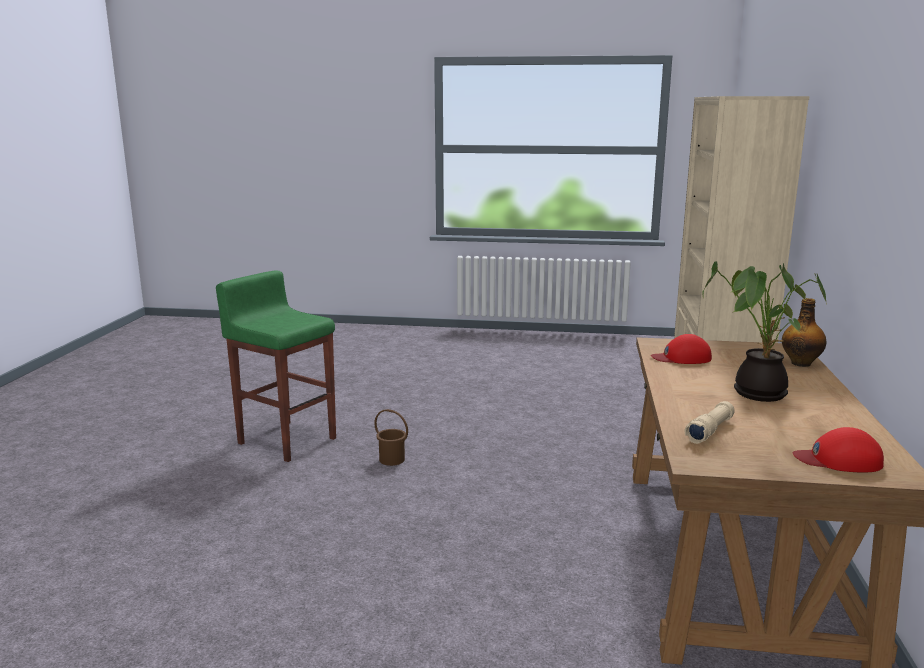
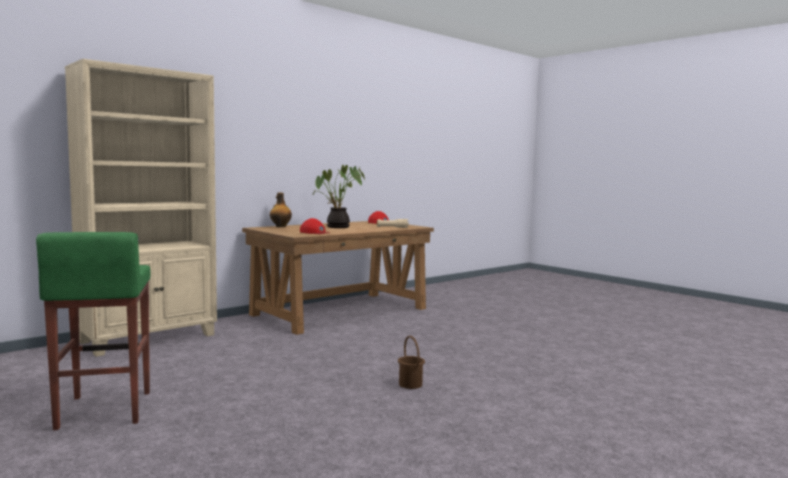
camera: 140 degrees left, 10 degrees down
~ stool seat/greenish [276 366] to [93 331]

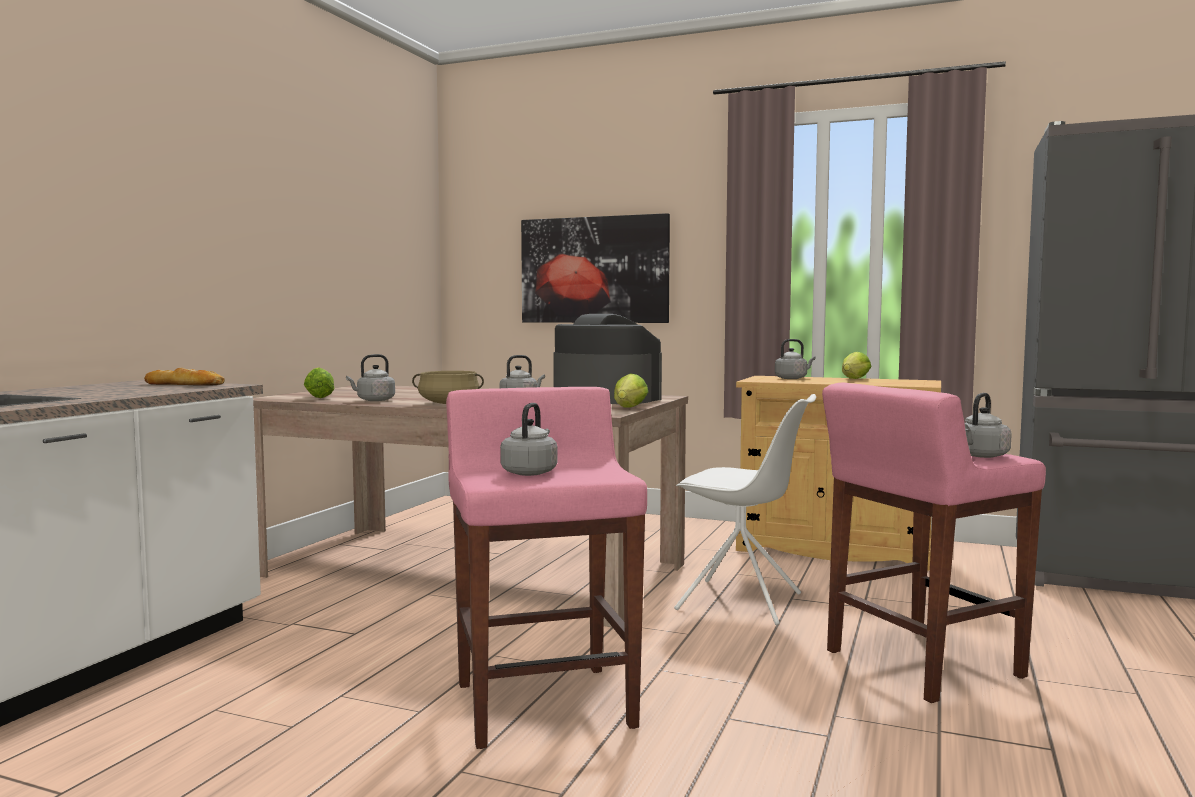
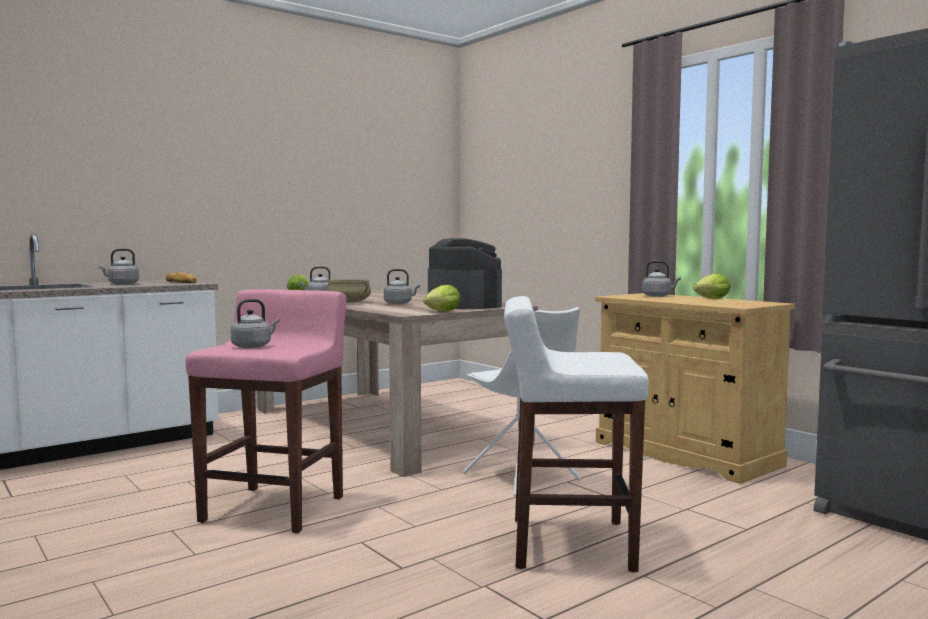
camera: 30 degrees right, 0 degrees up
- picture [595 268]
~ stool seat/pink [934 543] to stool seat/whitish [576 434]
~ water kettle/gray [988 425] to [119 267]

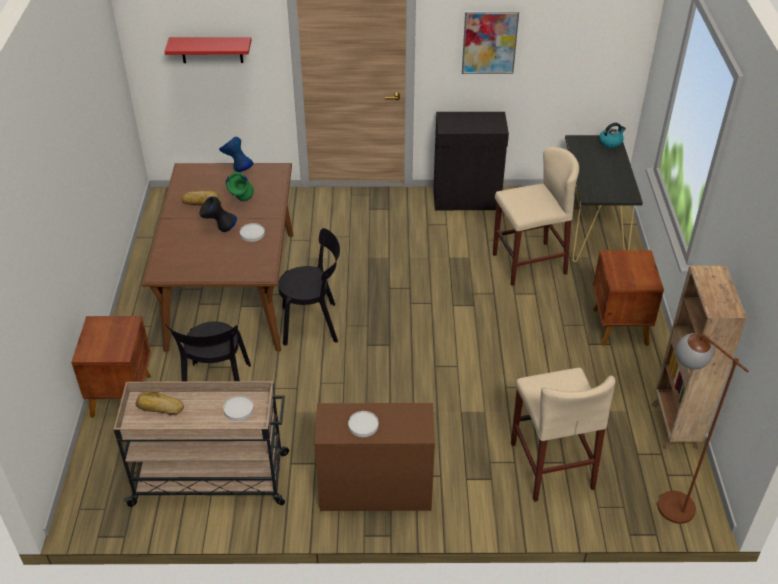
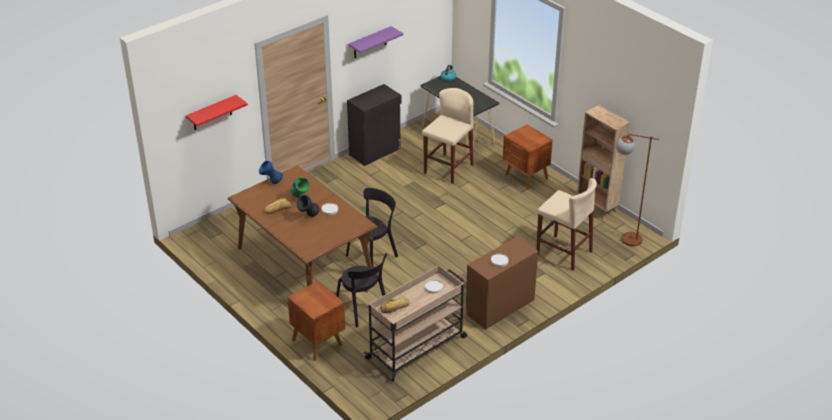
camera: 40 degrees left, 5 degrees down
~ picture [490 42] to wall shelf/purplish [375 42]

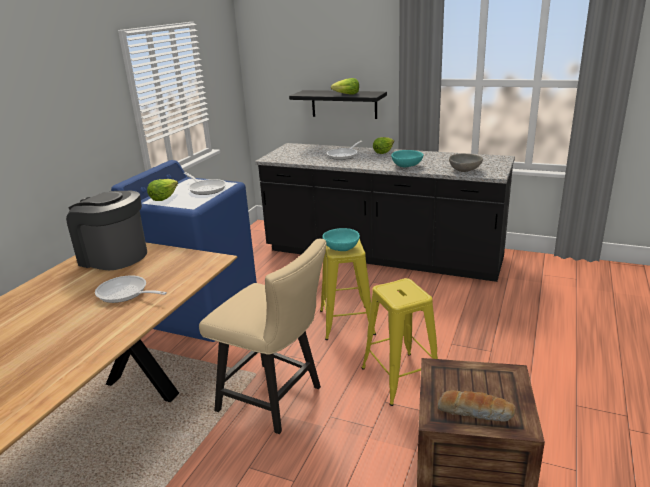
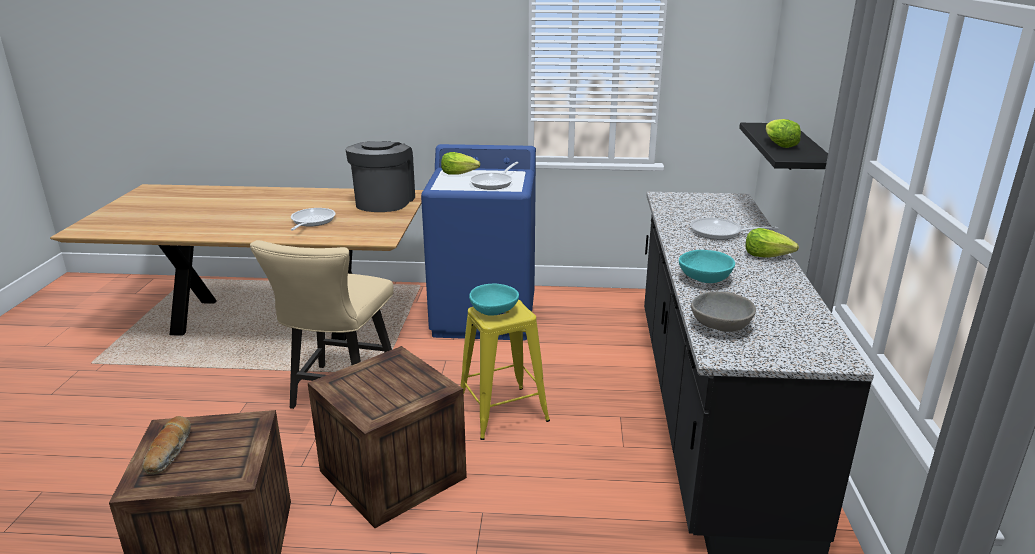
camera: 70 degrees right, 0 degrees up
~ stool seat/yellow [400 342] to packing crate [387 437]

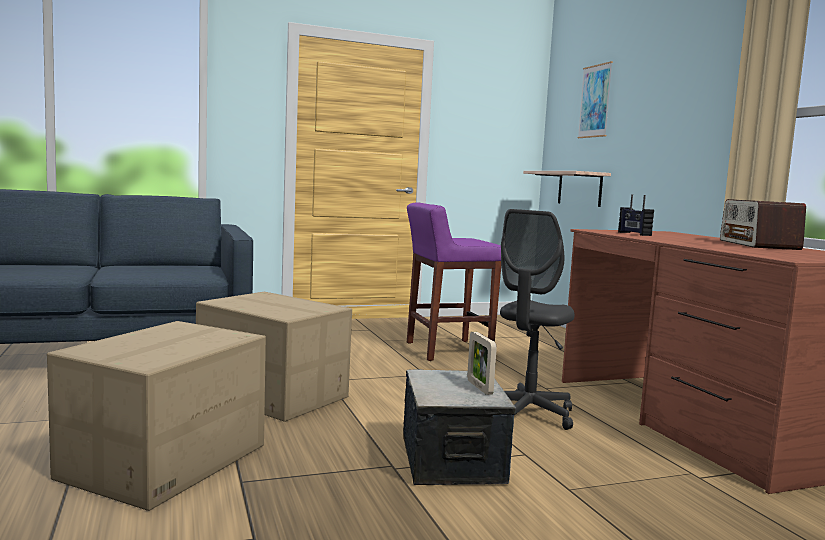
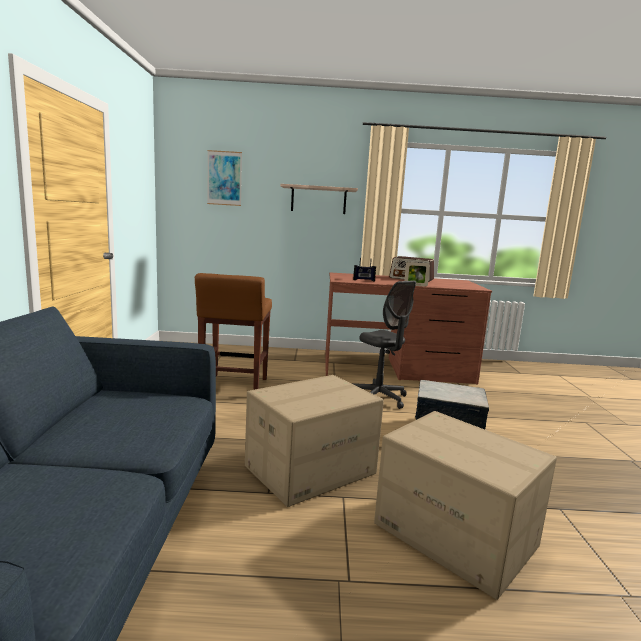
camera: 70 degrees left, 5 degrees up
~ stool seat/purplish [454 281] to stool seat/brown-coloured [233 331]
~ photo frame [482 363] to [417 274]
~ wall shelf [567 189] to [319 199]

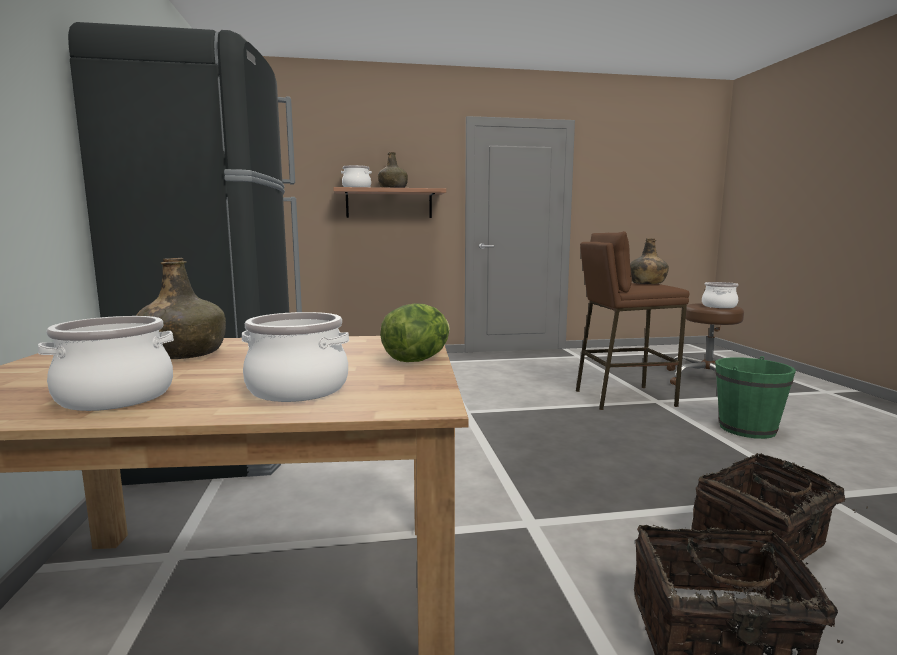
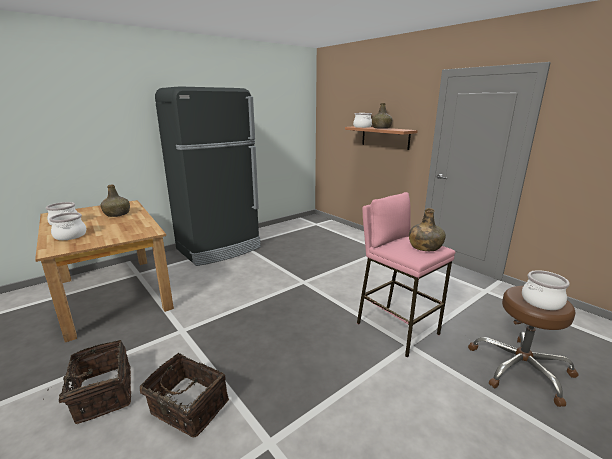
camera: 60 degrees right, 10 degrees up
- lettuce [415 332]
~ stool seat/brown-coloured [632 320] to stool seat/pink [406 275]
- pail/greenish [755 397]

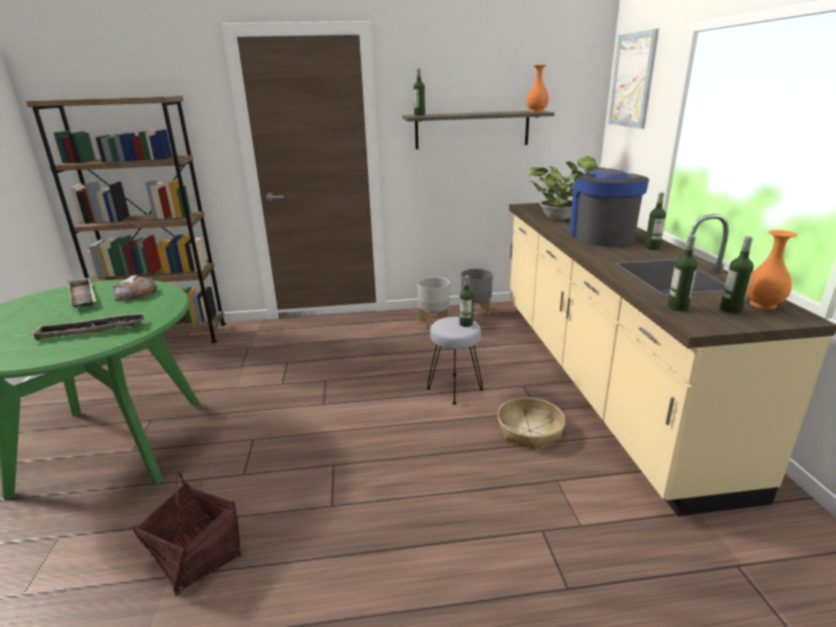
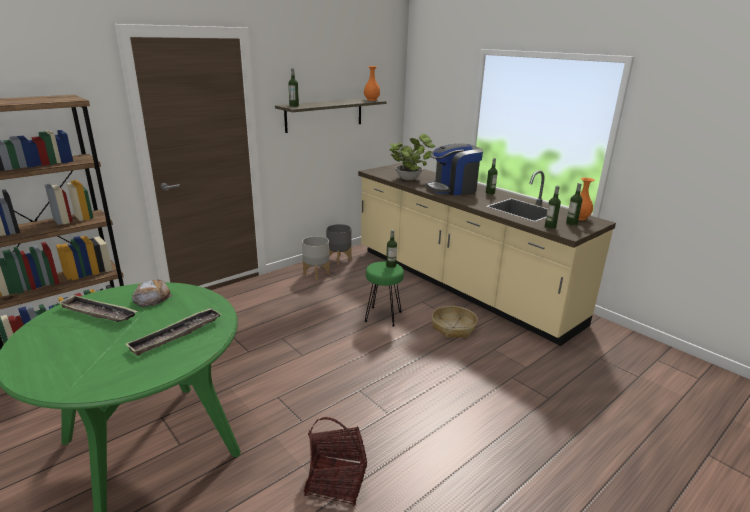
camera: 35 degrees left, 0 degrees up
~ stool seat/gray [455 361] to stool seat/greenish [384 294]
~ coffee brewer [609 207] = [454 169] 75 degrees counterclockwise
- picture [633 79]

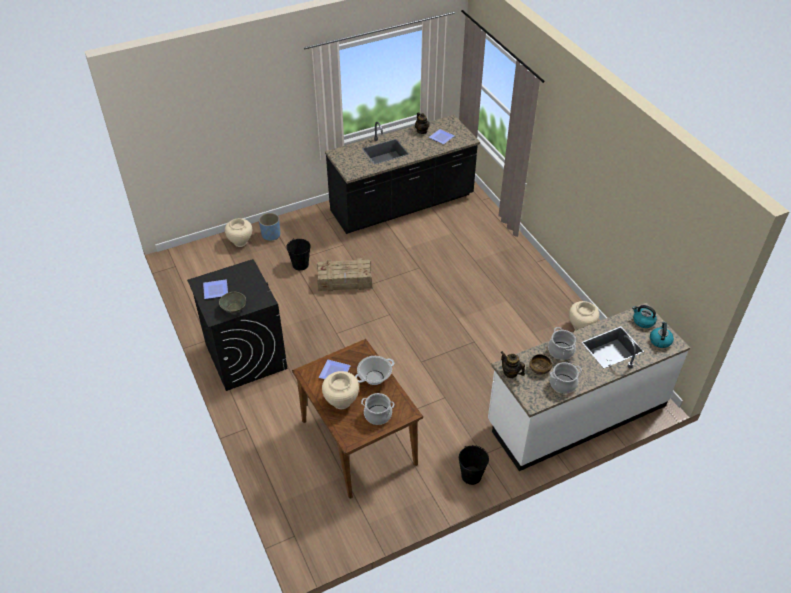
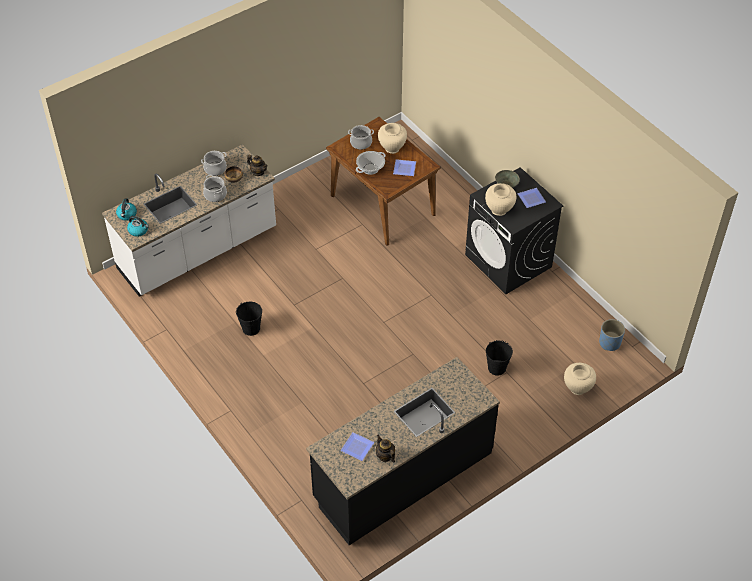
camera: 170 degrees right, 5 degrees up
~ planter/blue-coloured [269 227] to [612 335]
- packing crate [344 275]
~ pail/black [474 465] to [249 319]
~ decorative vase/beige-coloured [584 315] to [500 199]

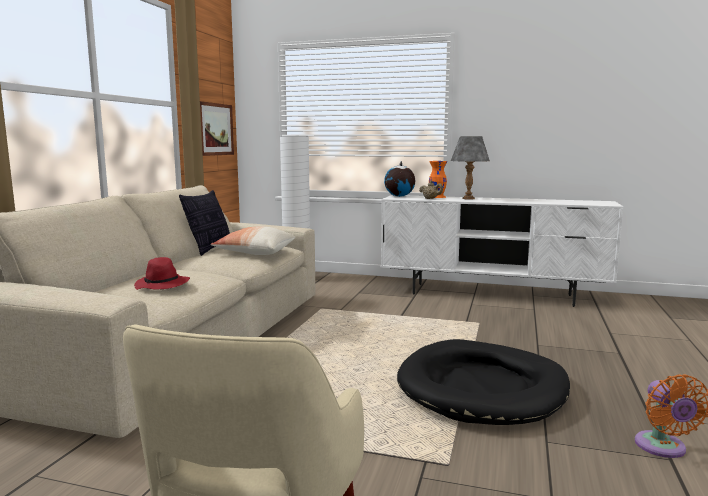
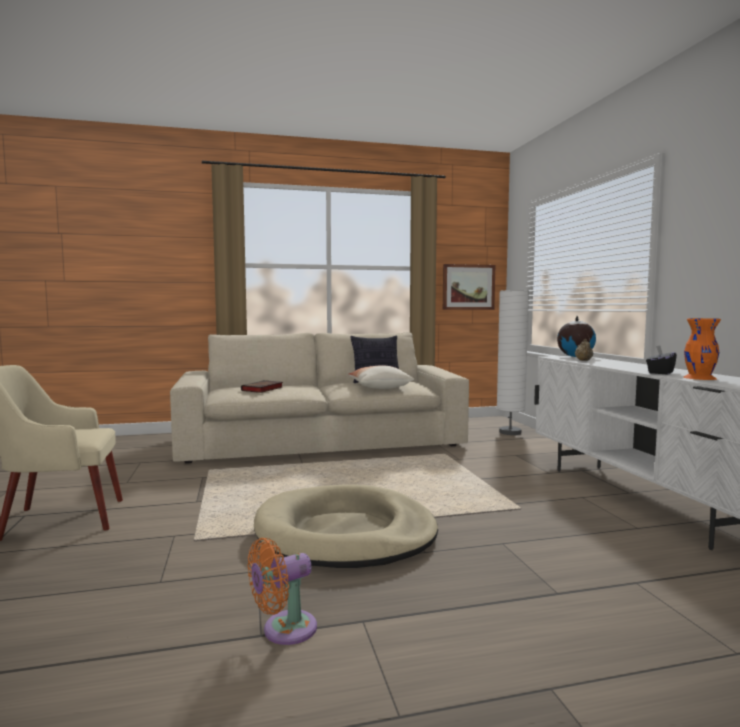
camera: 60 degrees right, 5 degrees down
~ clothing hat/red [162 273] to bound book [262 386]
~ dog cushion/black [483 382] to dog cushion/beige-coloured [346 526]
~ decorative vase/orange-coloured [438 179] to [702 349]
- table lamp/gray [470 168]
+ tissue box/black [661 359]

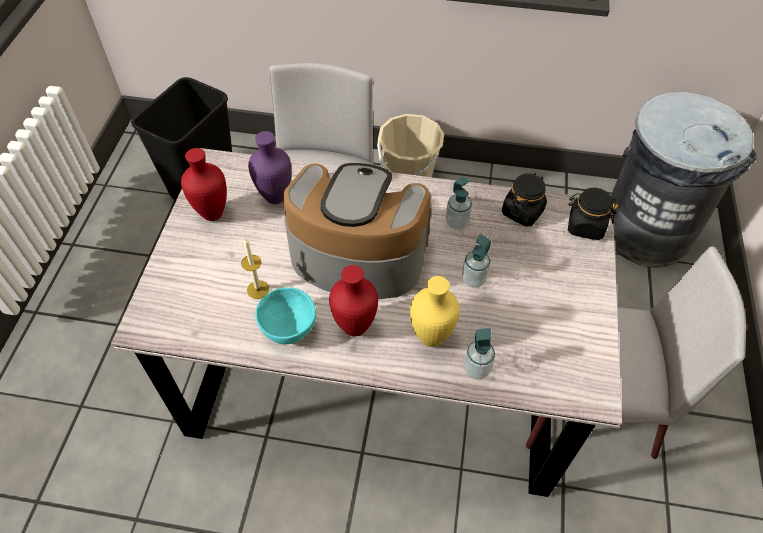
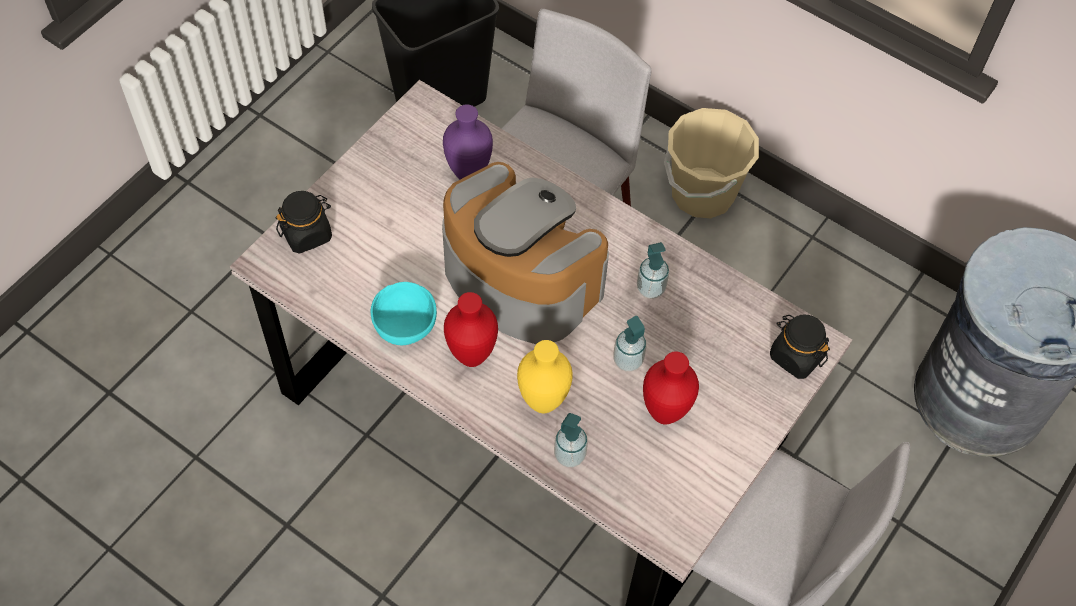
camera: 25 degrees right, 5 degrees up
~ decorative vase/red [204 184] to [671 387]
- wax candle [255 268]
~ storage jar/black [524 200] to [304 222]

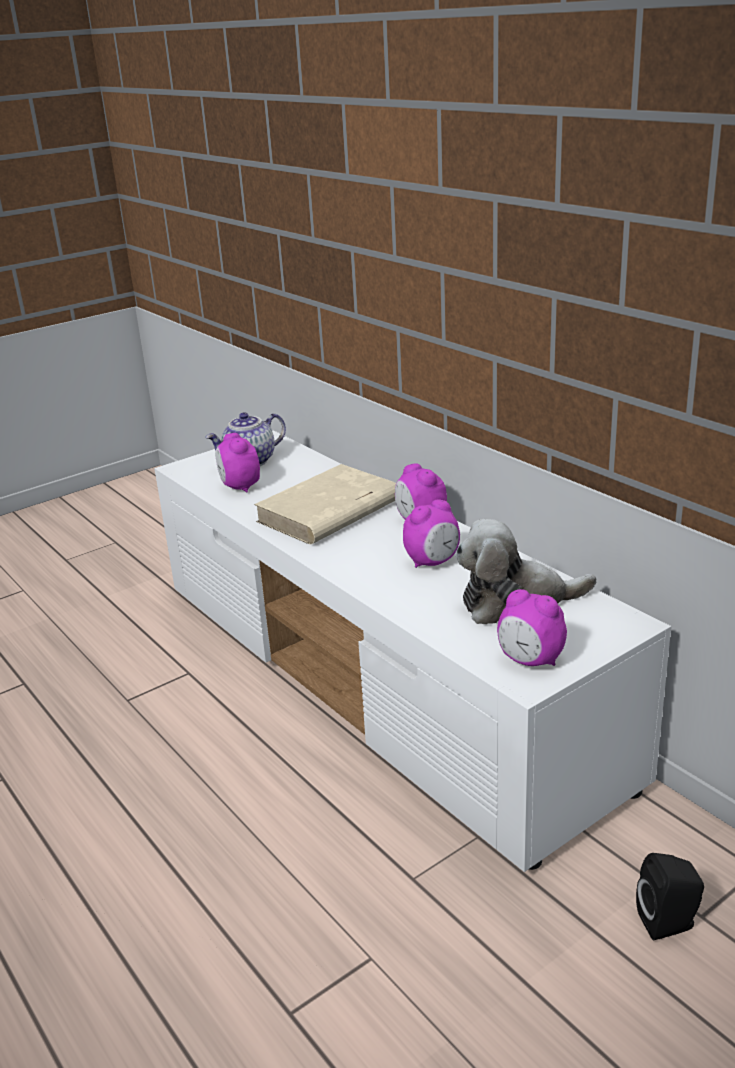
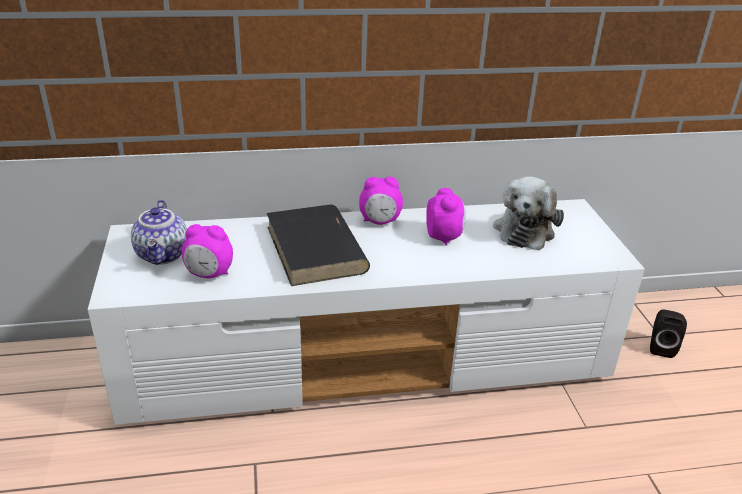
camera: 65 degrees left, 5 degrees up
~ bound book/beige-coloured [325 504] to bound book/black [318 245]
- alarm clock [532 627]

